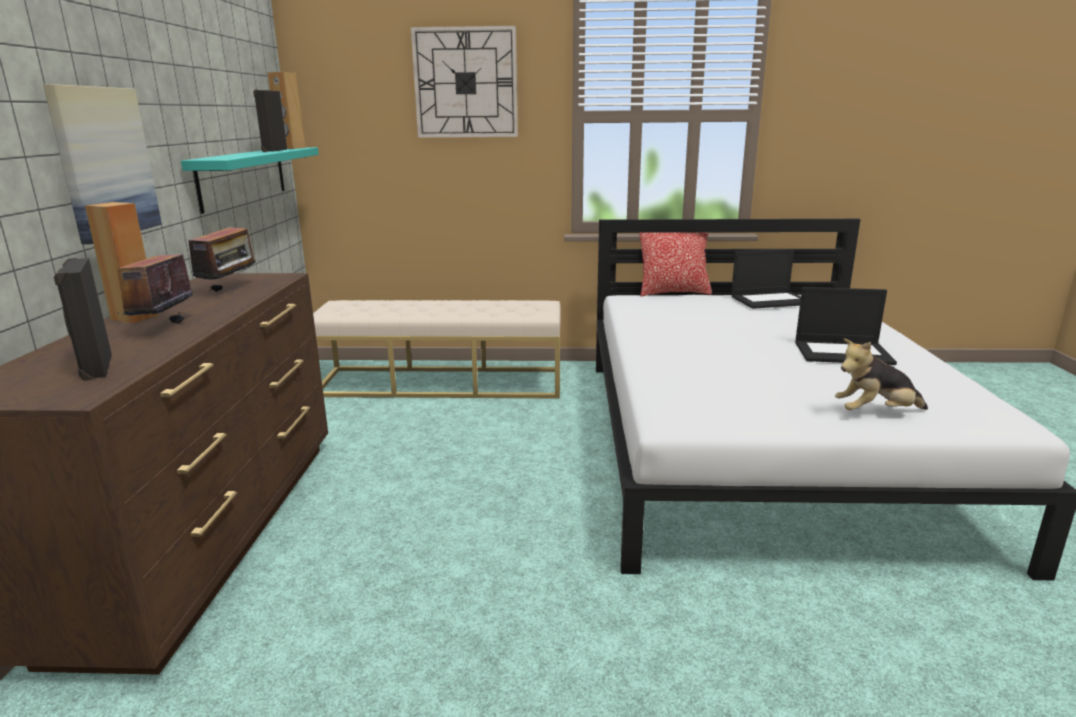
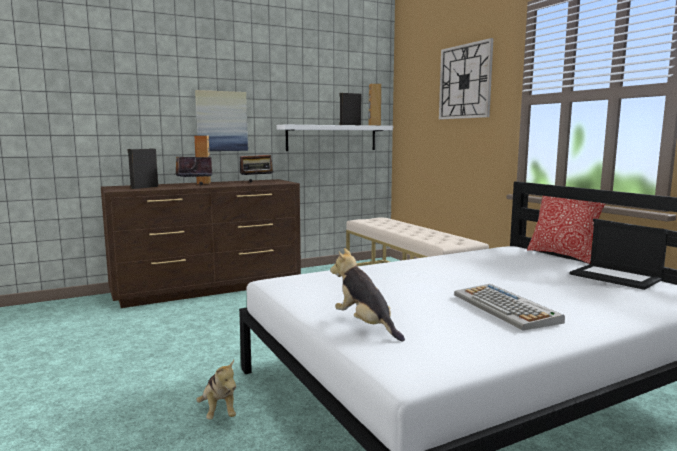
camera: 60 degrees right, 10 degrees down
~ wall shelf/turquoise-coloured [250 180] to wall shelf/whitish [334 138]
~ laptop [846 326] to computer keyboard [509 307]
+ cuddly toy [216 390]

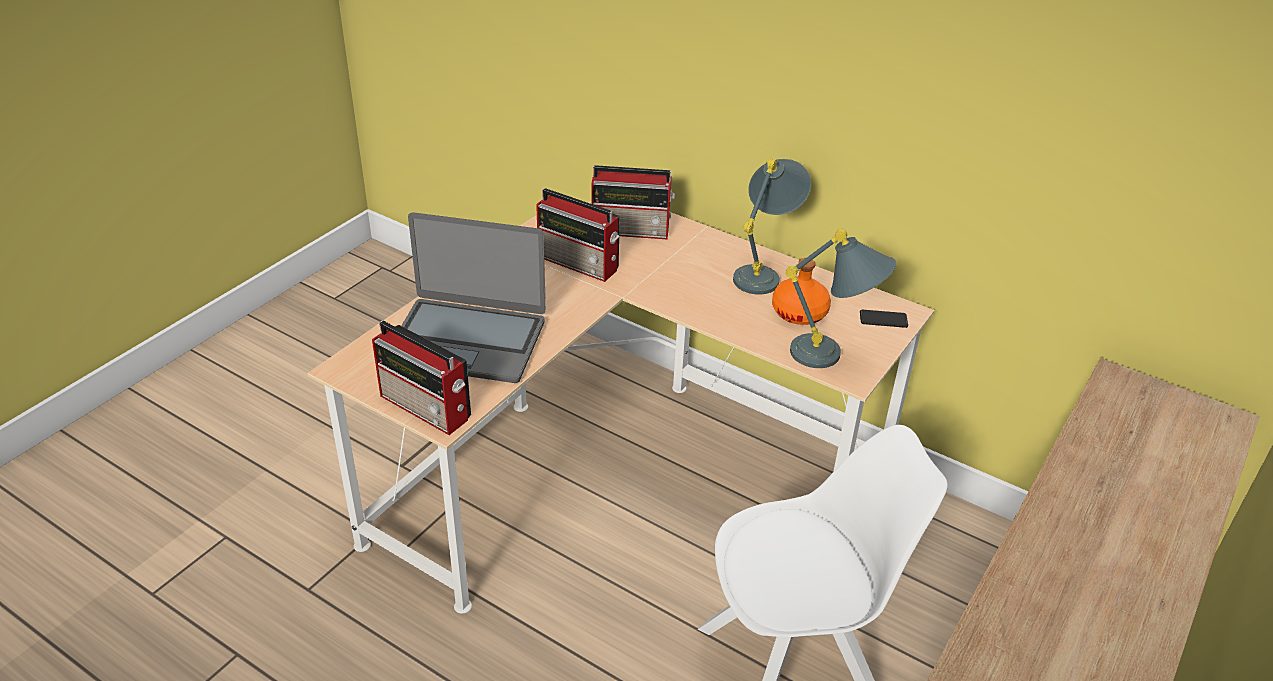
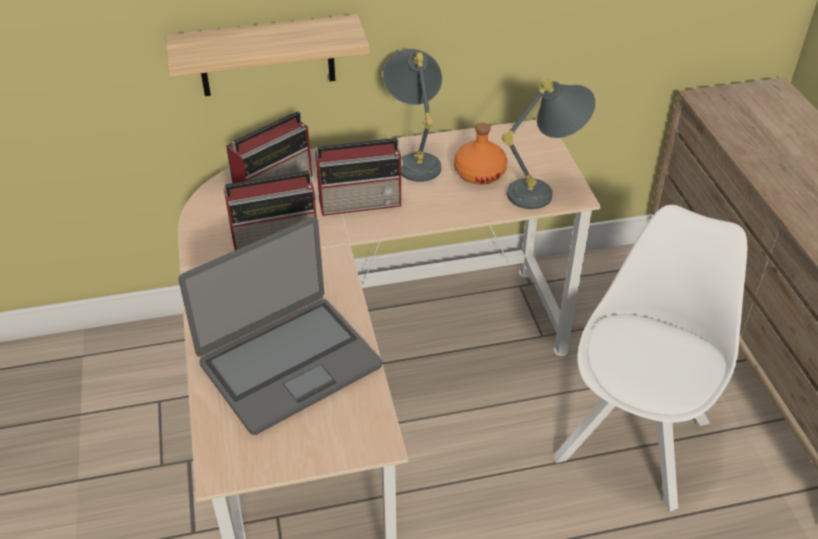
camera: 45 degrees left, 5 degrees up
~ radio receiver [421 378] to [359 177]
- telephone [884 319]
+ wall shelf [268 55]

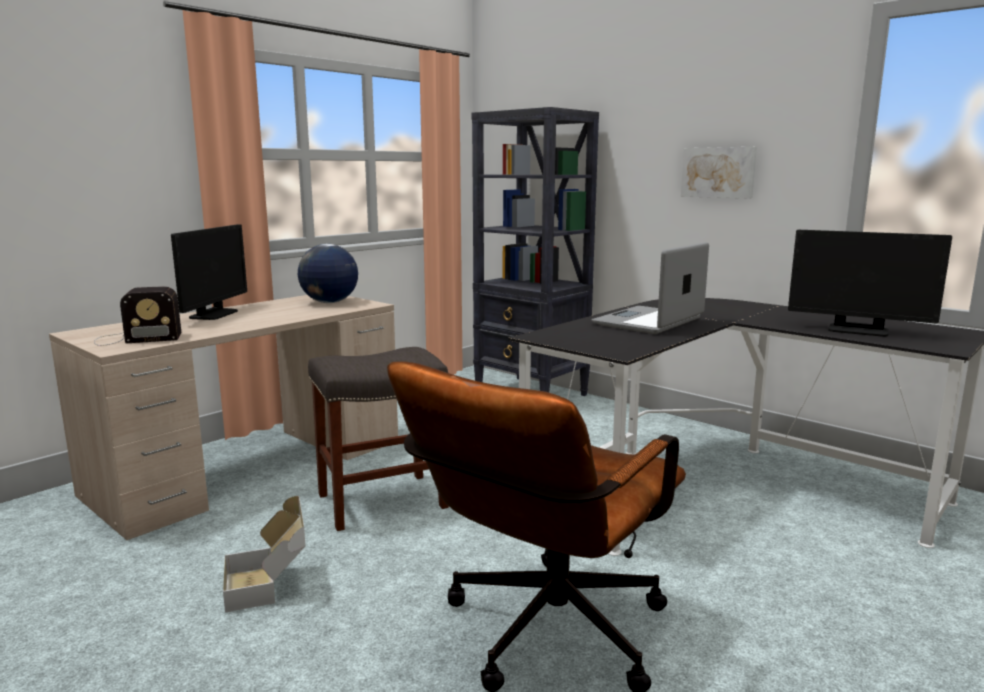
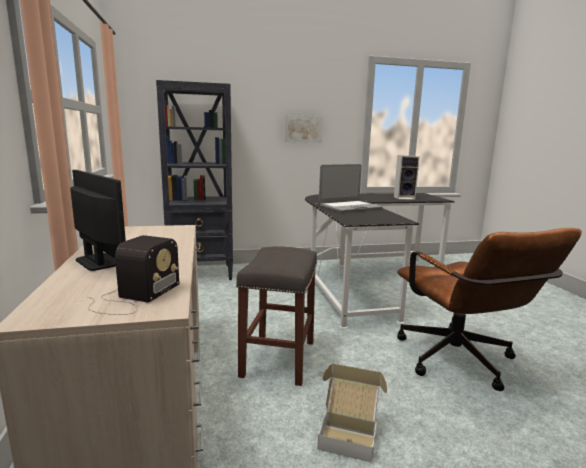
camera: 55 degrees left, 0 degrees up
- world globe [328 273]
~ laptop [650 288] = [351 187] 105 degrees counterclockwise
~ computer screen [870 283] to audio speaker [407 177]

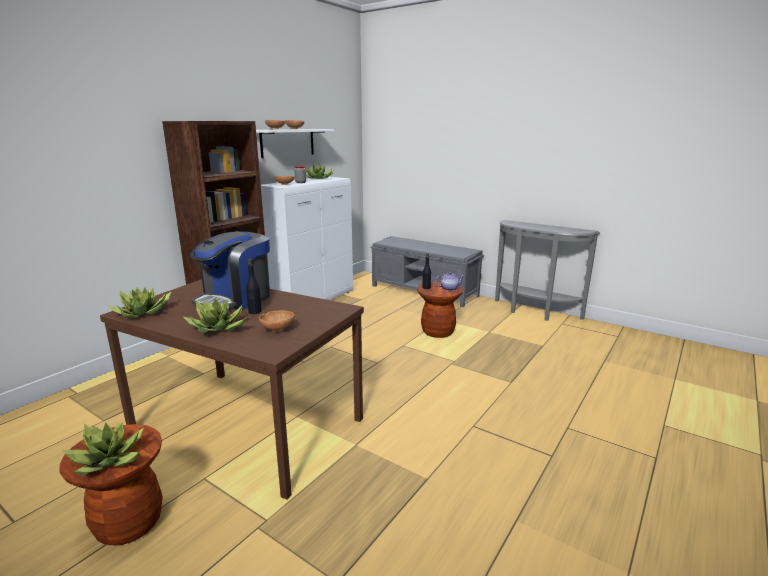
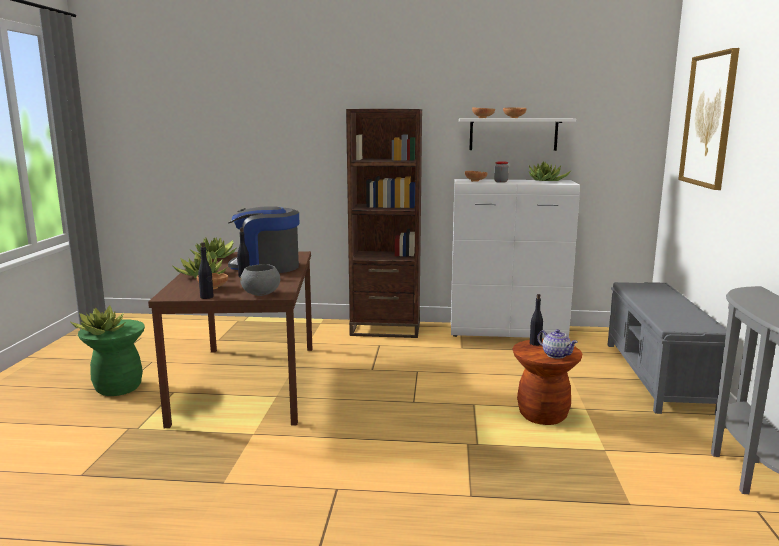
camera: 60 degrees right, 5 degrees down
~ stool seat/brown-coloured [111 485] to stool seat/greenish [111 357]
+ bottle/black [206 270]
+ deep dish/gray [260 280]
+ picture [708 119]

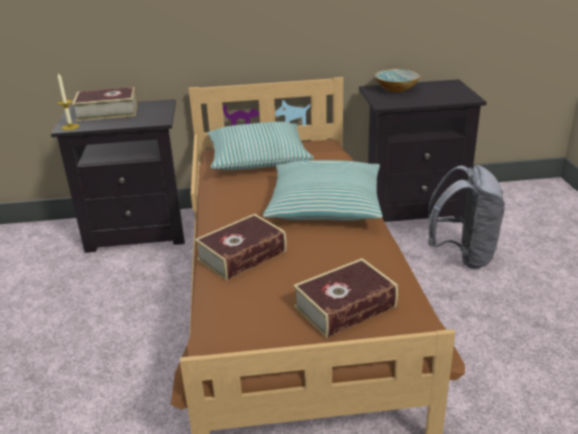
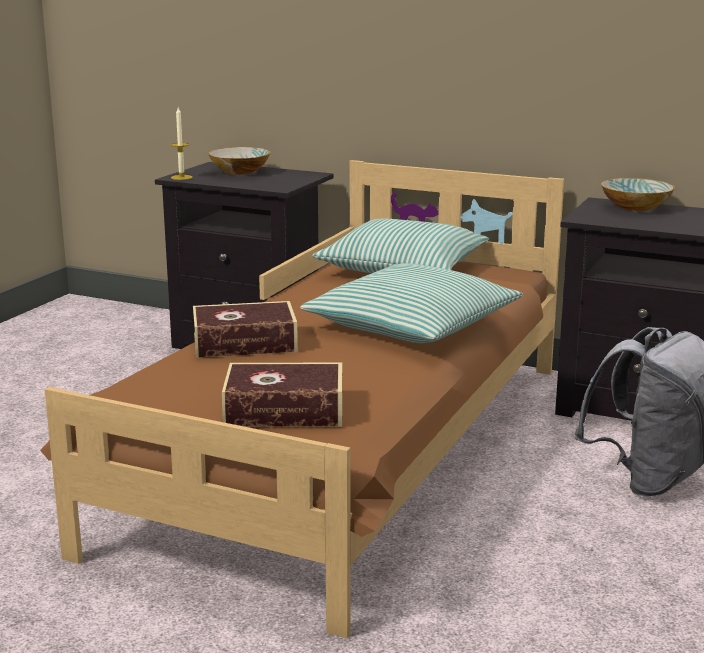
camera: 30 degrees right, 10 degrees down
~ bound book [104 104] to deep dish [239 161]

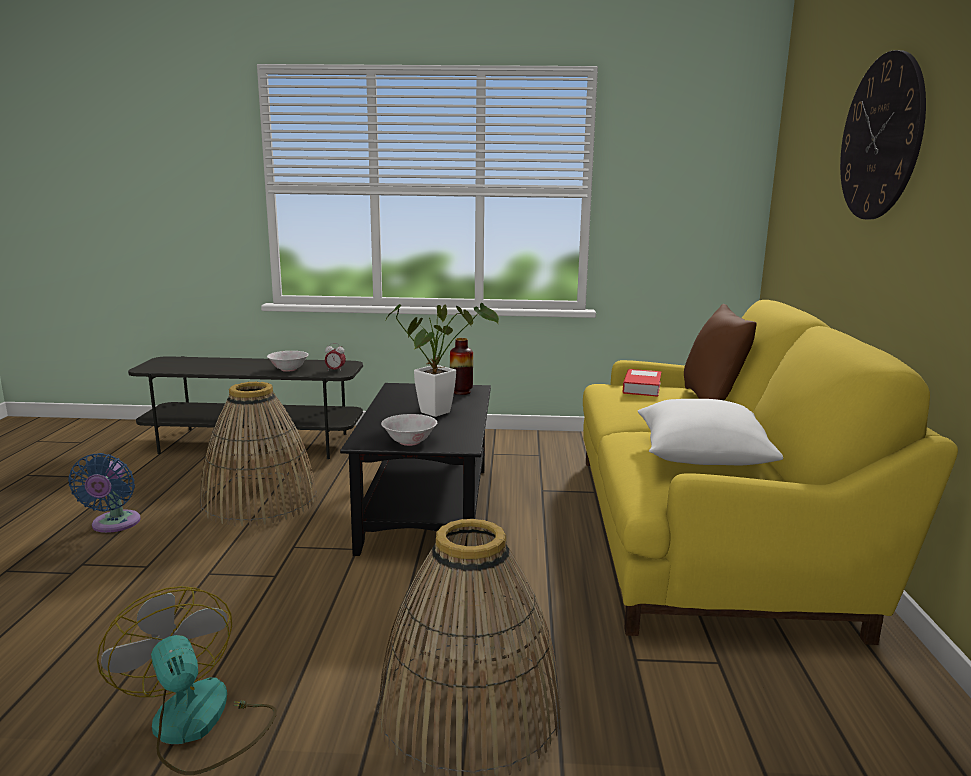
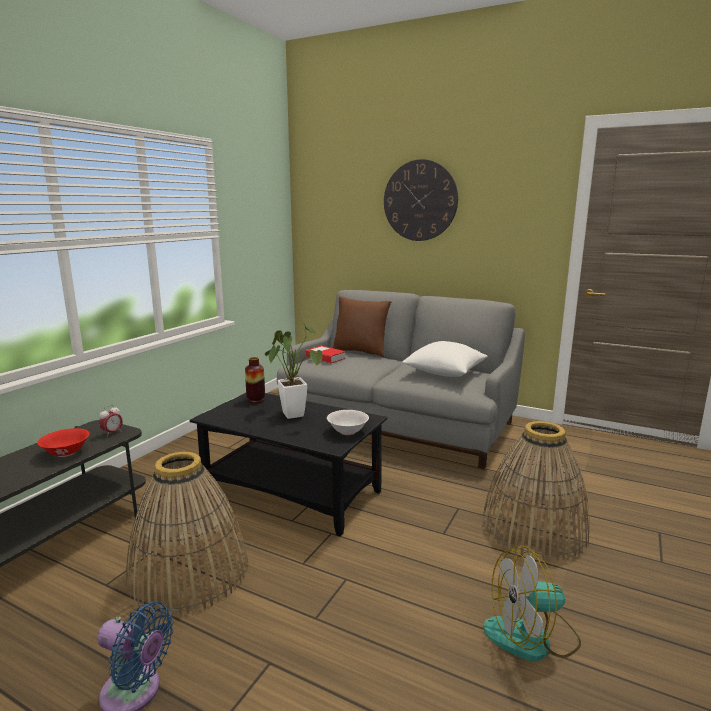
camera: 65 degrees left, 0 degrees up
~ deep dish/whitish [288 361] to deep dish/red [63 442]
~ settee/yellow [770 472] to settee/gray [401 379]

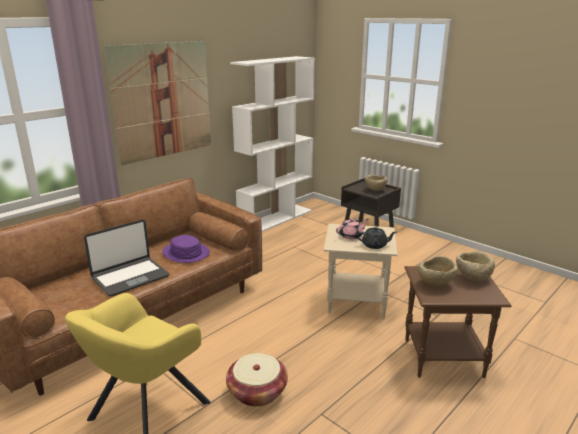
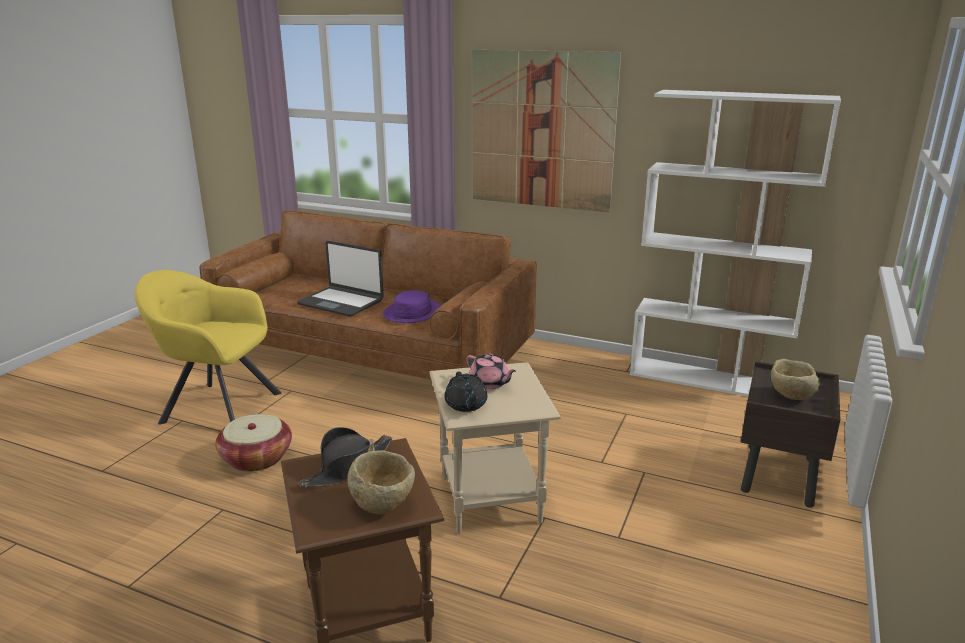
camera: 70 degrees right, 0 degrees up
~ deep dish/beige-coloured [438 271] to clothing hat/black [345 457]

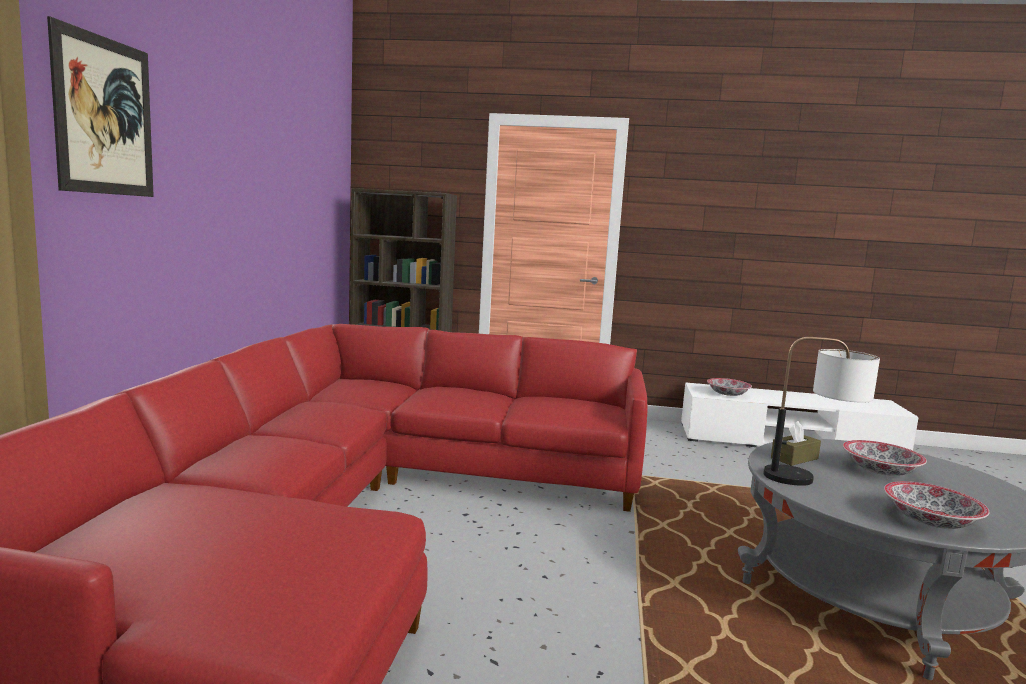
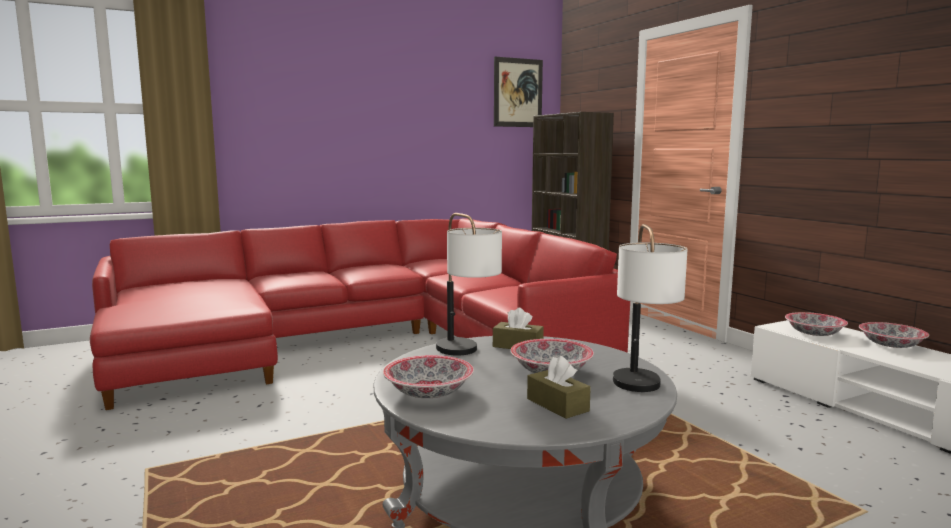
camera: 55 degrees right, 0 degrees up
~ picture [100 106] to [518 92]
+ tissue box/brown-coloured [559 387]
+ table lamp [650 308]
+ deep dish [894 335]

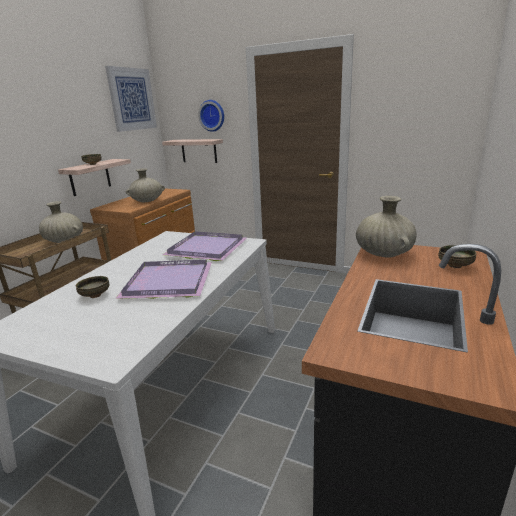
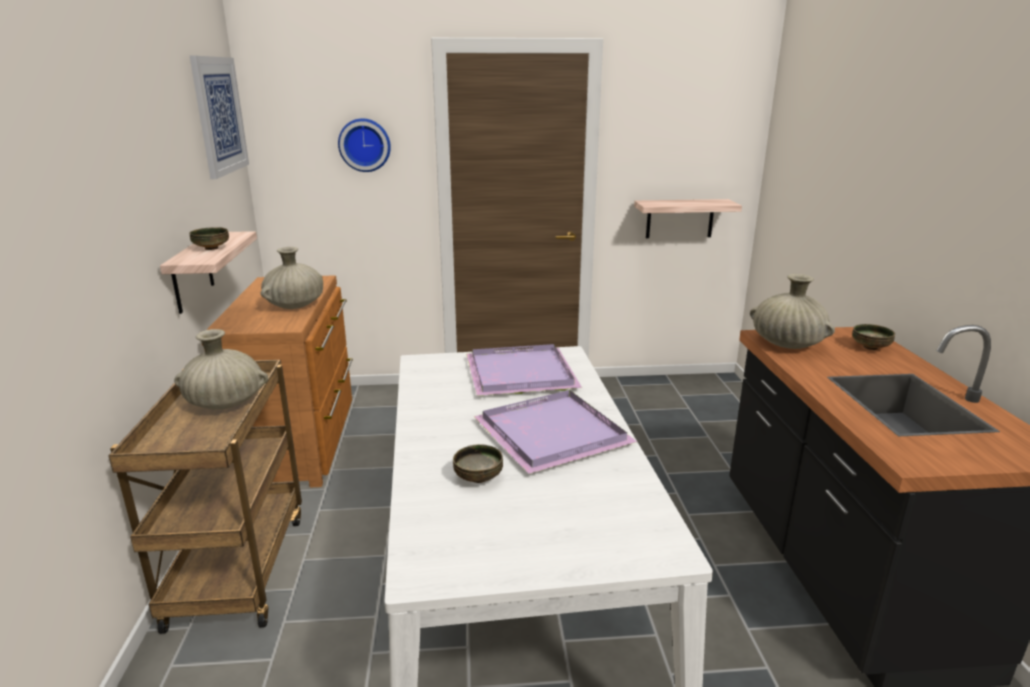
camera: 30 degrees left, 0 degrees up
~ wall shelf [192 151] to [688 218]

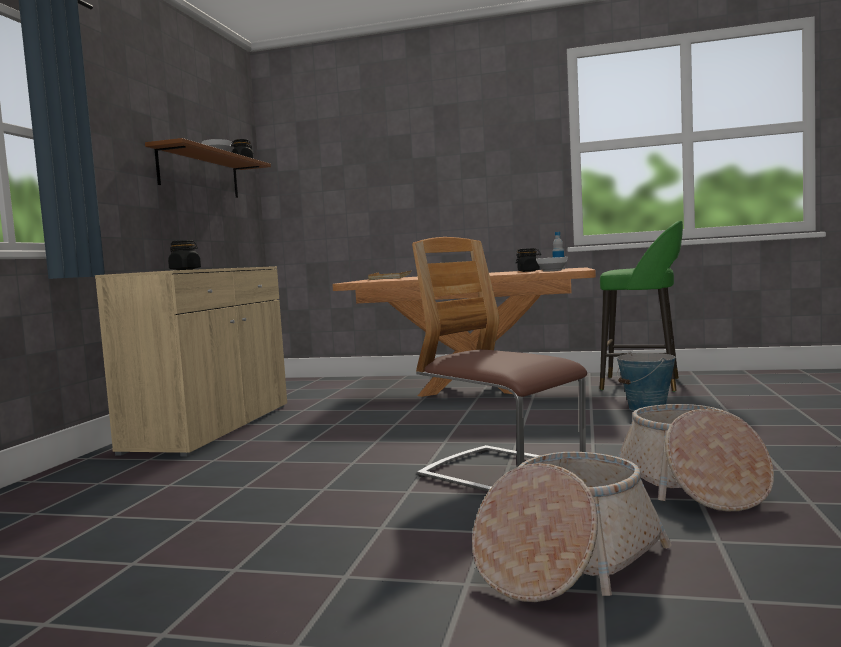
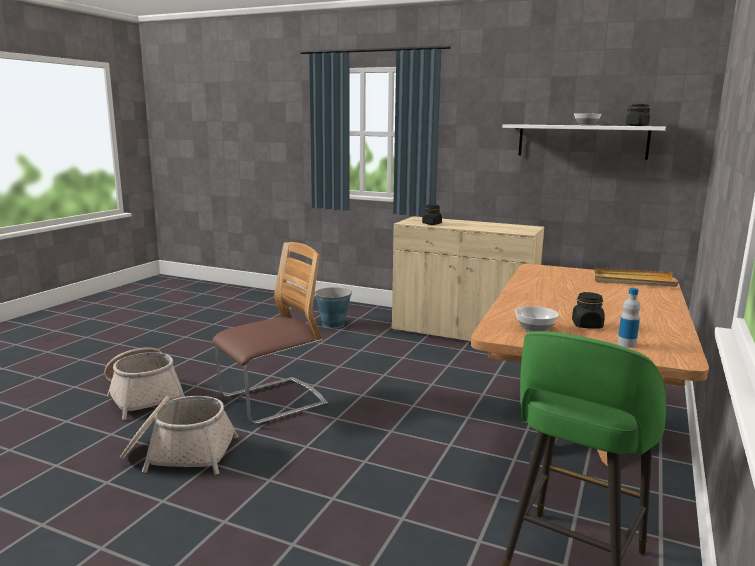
camera: 100 degrees right, 10 degrees up
~ wall shelf/brown-coloured [208 168] to wall shelf/whitish [584 142]
~ pail [646 381] to [333 307]

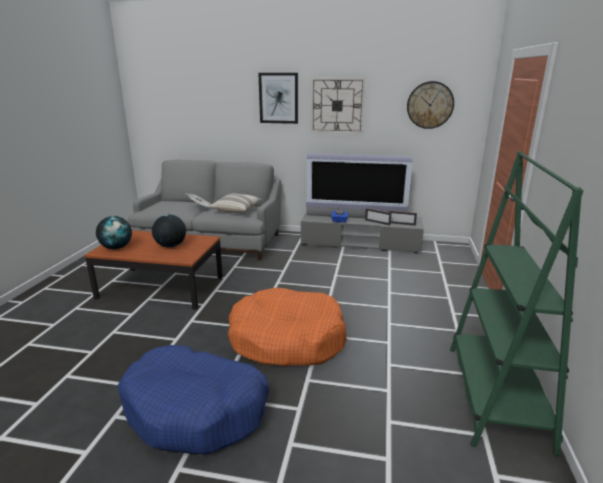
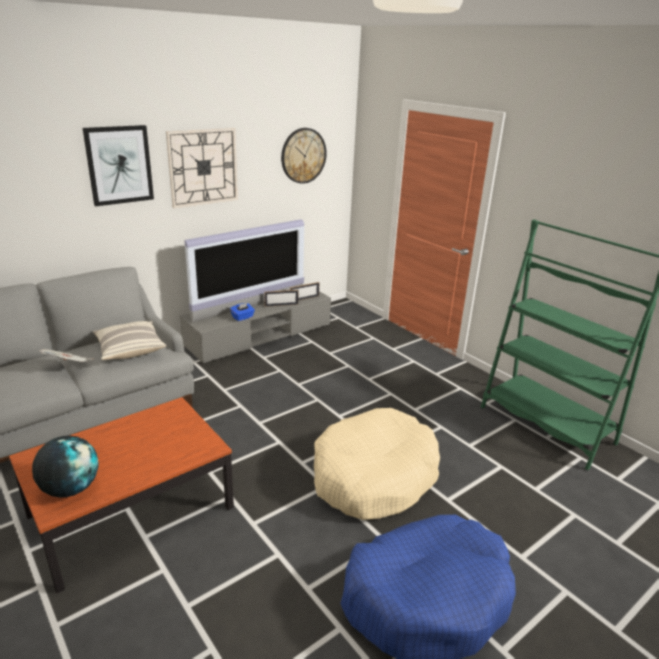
camera: 50 degrees left, 5 degrees up
- world globe [169 230]
~ dog cushion/orange-coloured [287 327] to dog cushion/beige-coloured [377 464]

